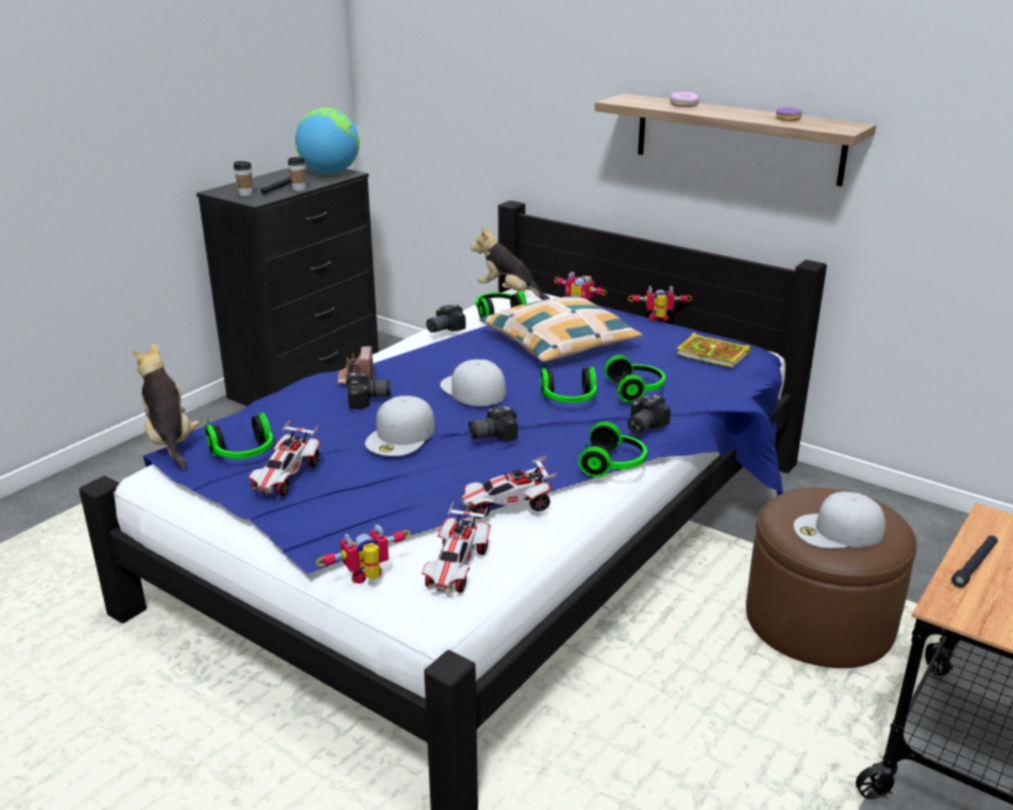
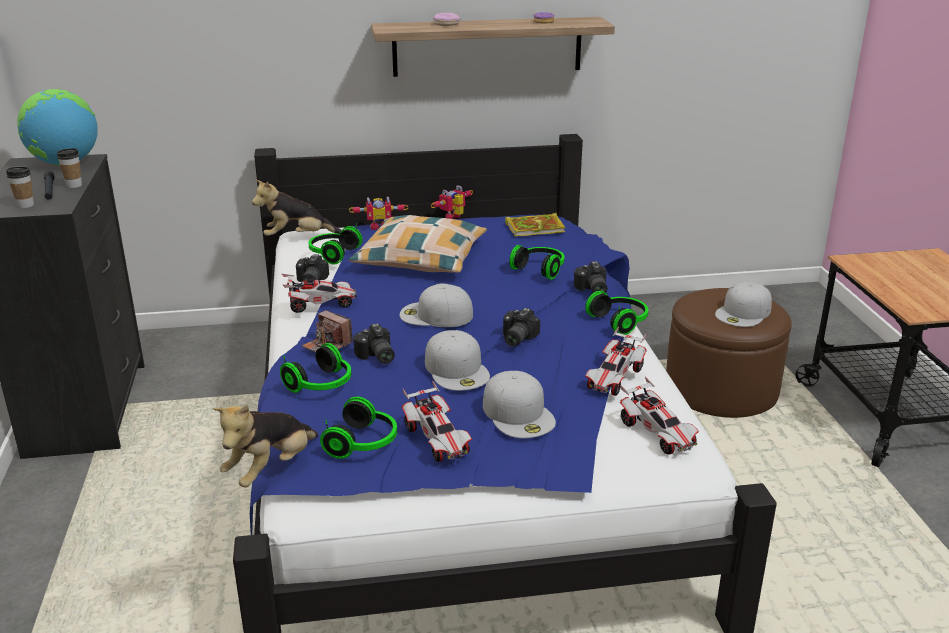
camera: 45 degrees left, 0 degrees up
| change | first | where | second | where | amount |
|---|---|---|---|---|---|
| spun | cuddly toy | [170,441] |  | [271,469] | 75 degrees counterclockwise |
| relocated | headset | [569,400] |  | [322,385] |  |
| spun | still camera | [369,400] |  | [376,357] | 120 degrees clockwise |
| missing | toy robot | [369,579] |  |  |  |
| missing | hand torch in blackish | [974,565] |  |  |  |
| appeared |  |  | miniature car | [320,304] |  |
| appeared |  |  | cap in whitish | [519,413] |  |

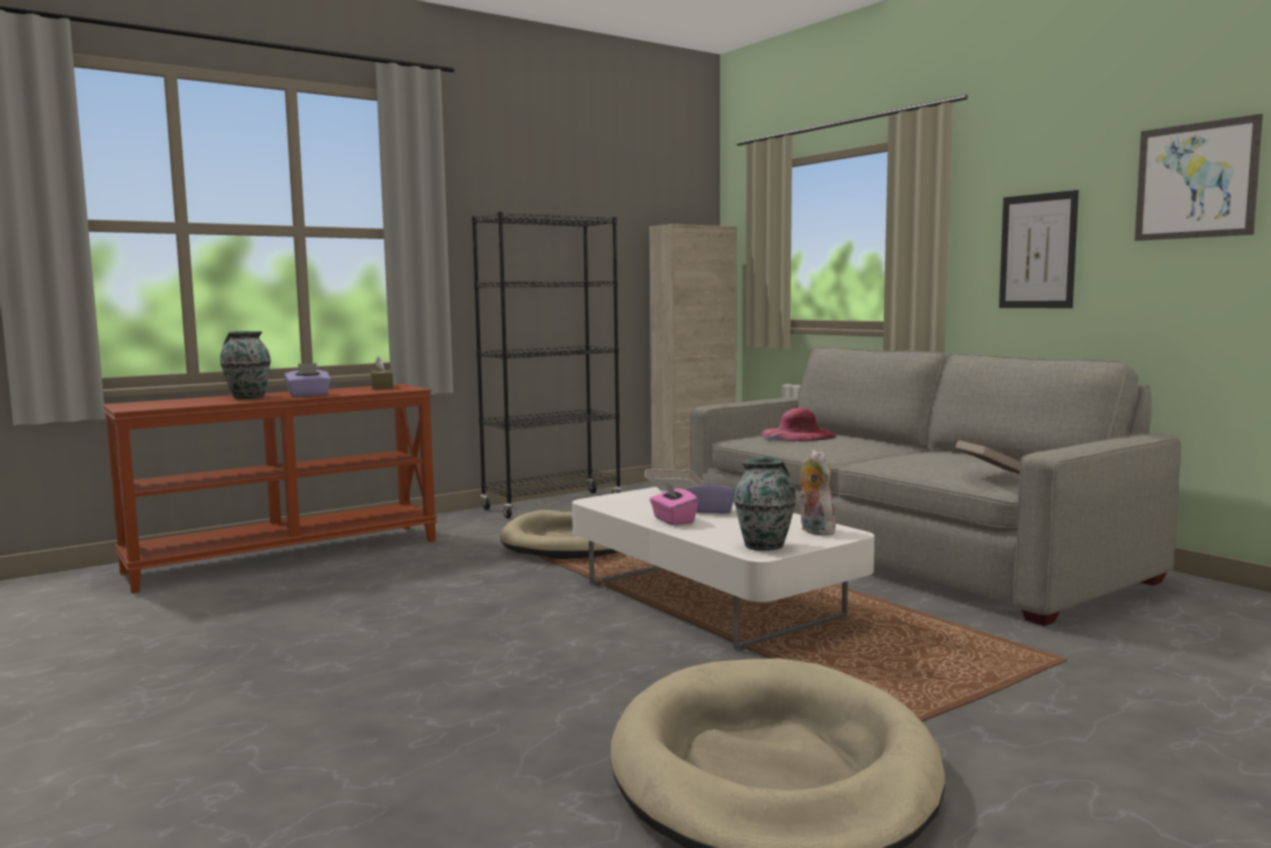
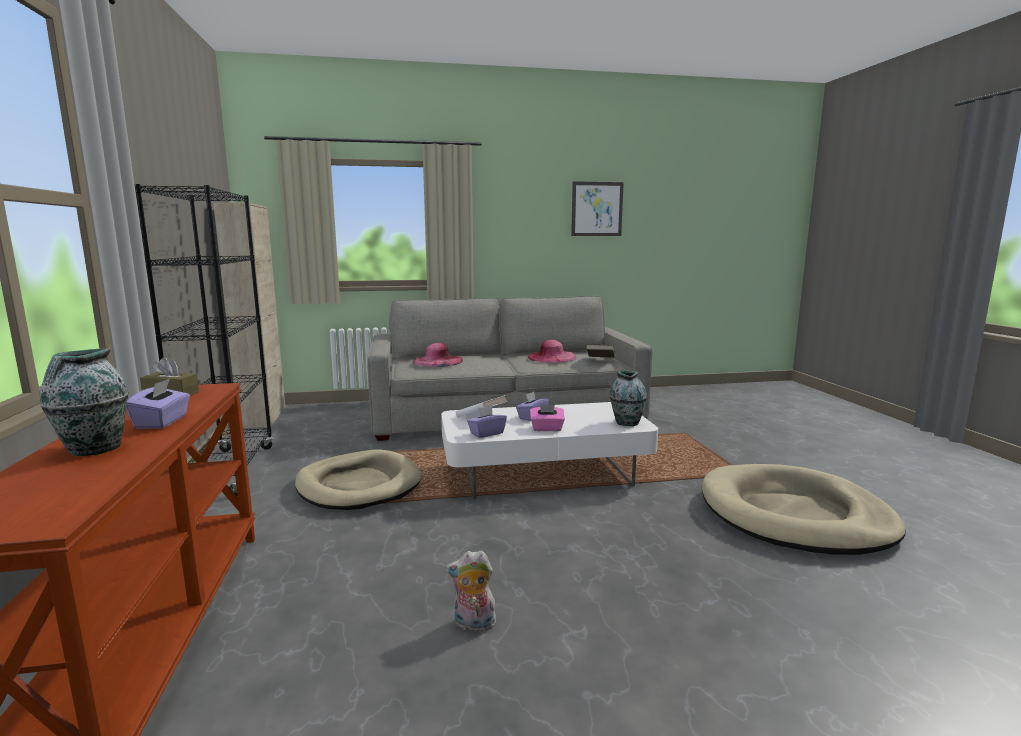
camera: 65 degrees left, 5 degrees up
| change | first | where | second | where | amount |
|---|---|---|---|---|---|
| missing | picture | [1037,251] |  |  |  |
| relocated | cuddly toy | [814,531] |  | [473,625] |  |
| appeared |  |  | wearable hat in pinkish | [551,357] |  |
| appeared |  |  | box of tissues in purplish | [486,433] |  |

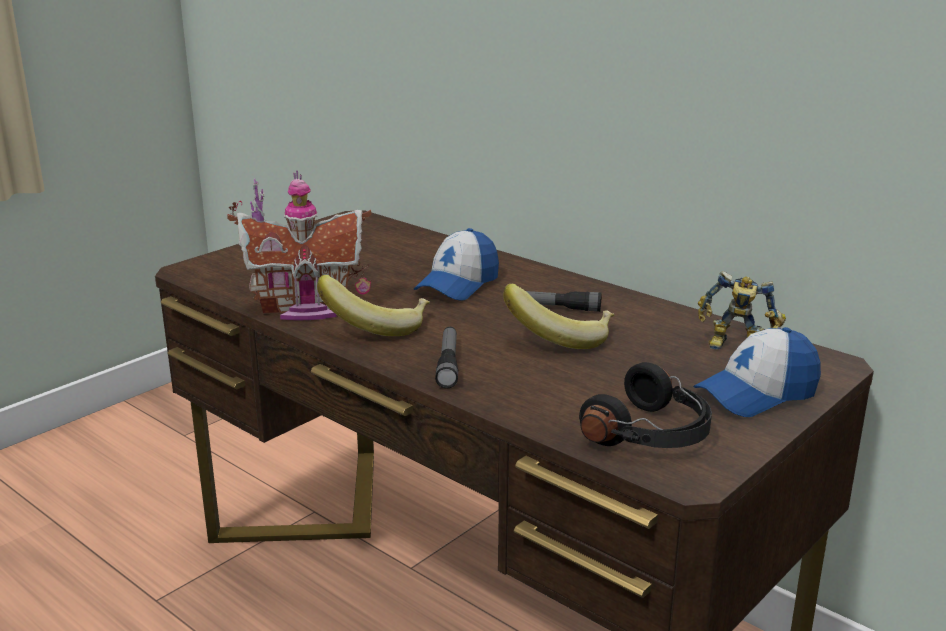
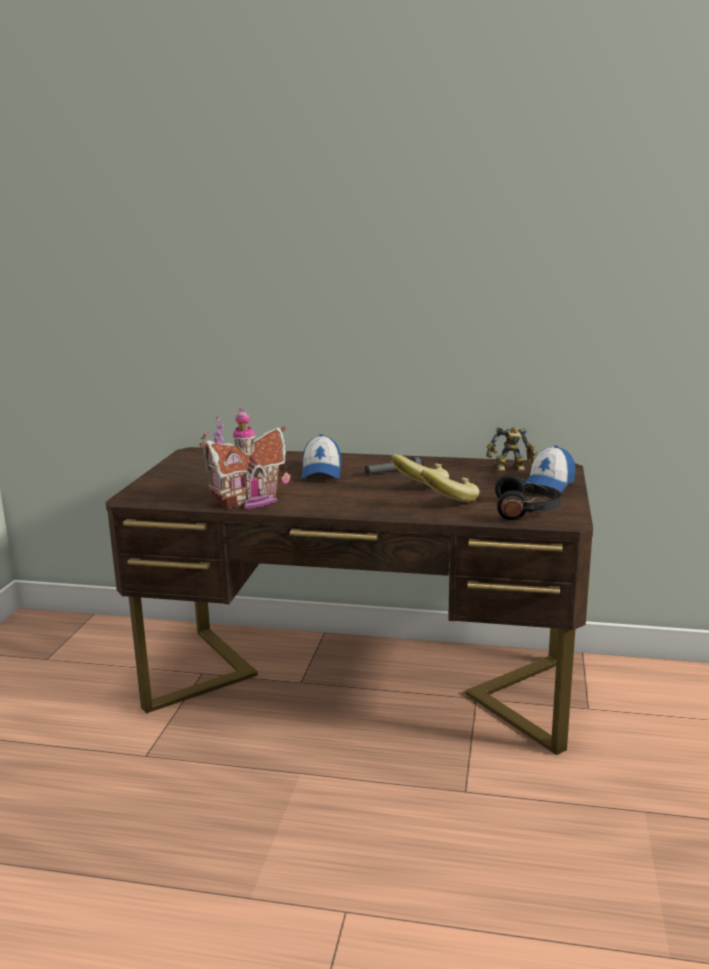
camera: 30 degrees left, 5 degrees down
| change | first | where | second | where | amount |
|---|---|---|---|---|---|
| relocated | whole banana | [377,327] |  | [449,500] |  |
| missing | hand torch | [448,364] |  |  |  |

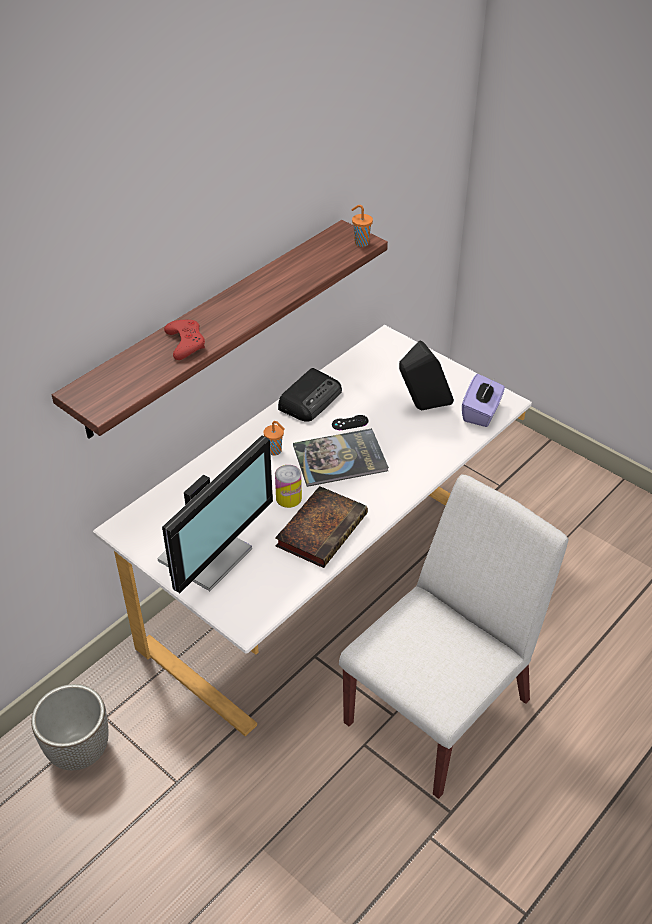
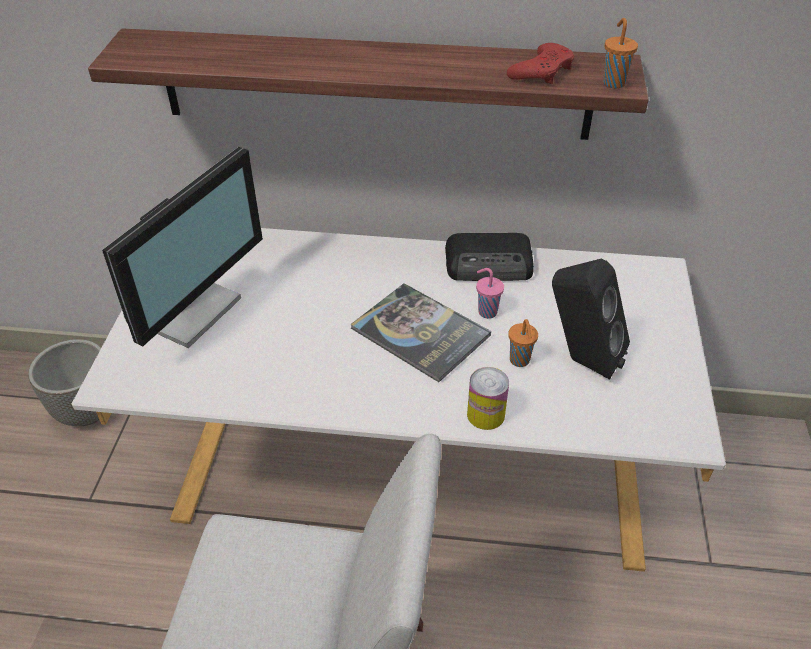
camera: 55 degrees right, 0 degrees up
| change | first | where | second | where | amount |
|---|---|---|---|---|---|
| relocated | gamepad in red-coloured | [185,343] |  | [542,71] |  |
| missing | box of tissues in purplish | [481,412] |  |  |  |
| exchanged | gamepad in blackish | [350,423] | cup in pinkish | [486,312] |  |
| relocated | cup in orange | [275,451] |  | [520,361] |  |
| spun | monitor | [209,556] |  | [188,309] | 60 degrees counterclockwise |
| relocated | can | [288,498] |  | [485,414] |  |
| missing | book | [322,529] |  |  |  |

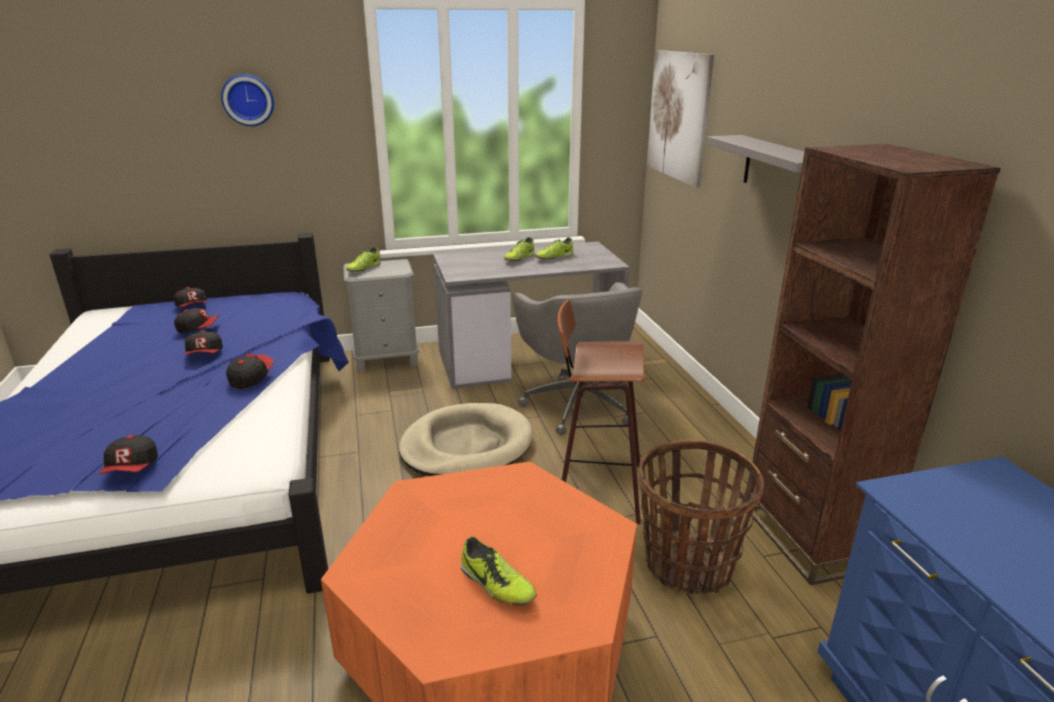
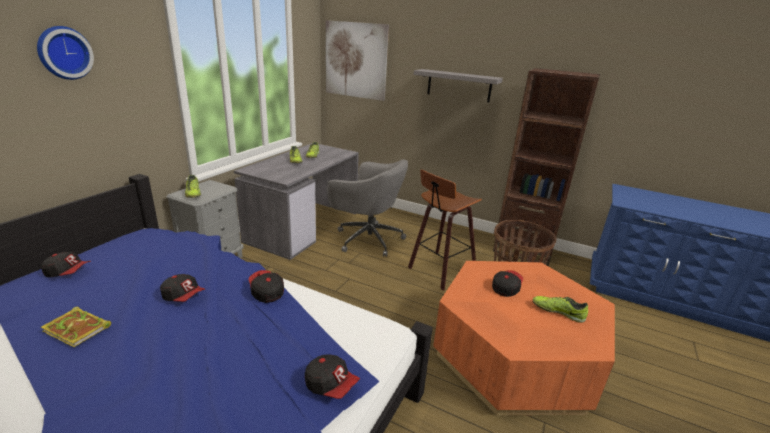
camera: 50 degrees left, 0 degrees up
| change | first | where | second | where | amount |
|---|---|---|---|---|---|
| relocated | cap | [199,329] |  | [506,287] |  |
| missing | pet bed in beige-coloured | [466,446] |  |  |  |
| spun | item of footwear | [496,585] |  | [558,312] | 150 degrees counterclockwise |
| appeared |  |  | book | [78,329] |  |

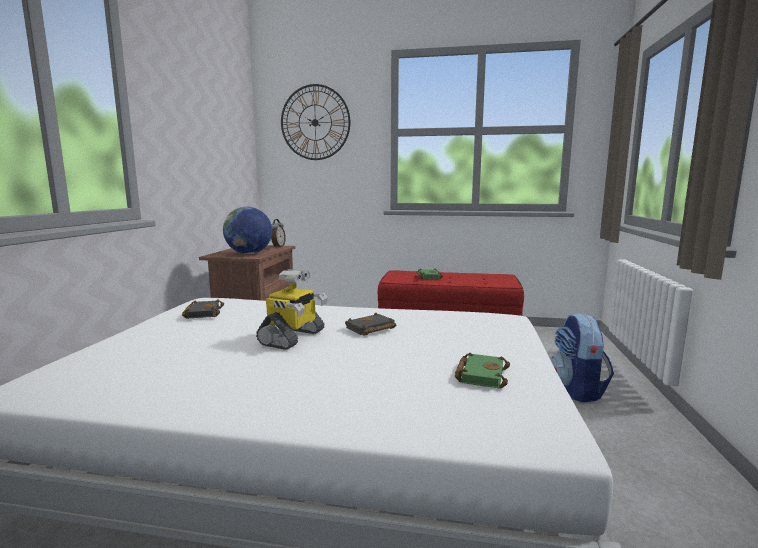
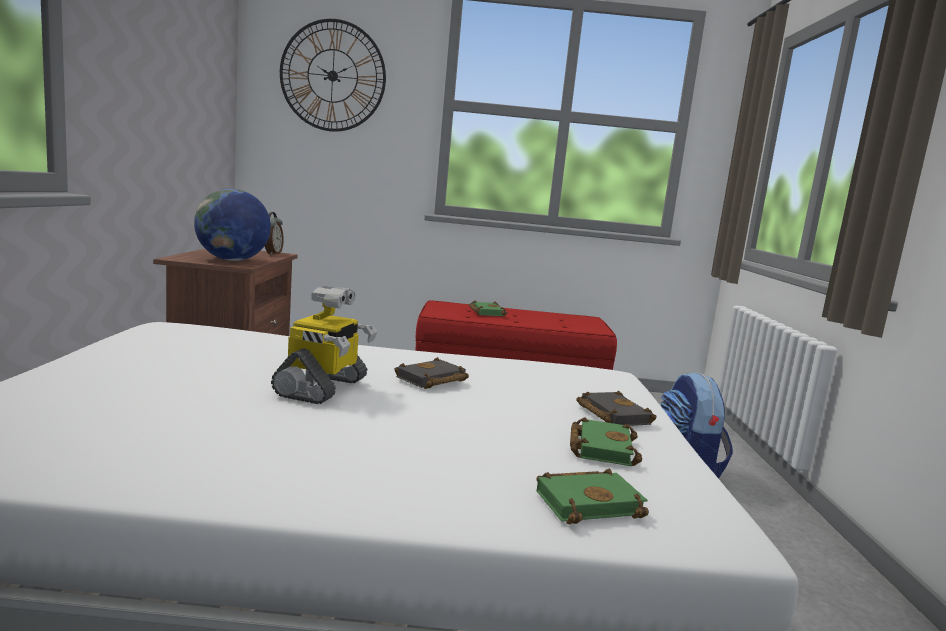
camera: 10 degrees left, 0 degrees up
| change | first | where | second | where | amount |
|---|---|---|---|---|---|
| relocated | book in blackish | [202,313] |  | [610,414] |  |
| appeared |  |  | book in green-coloured | [589,502] |  |

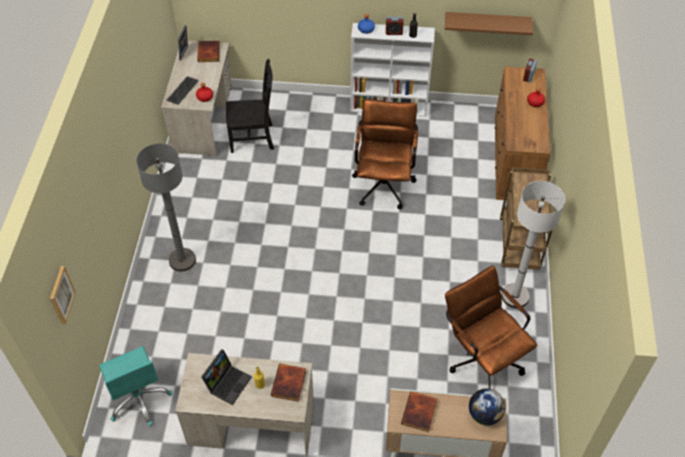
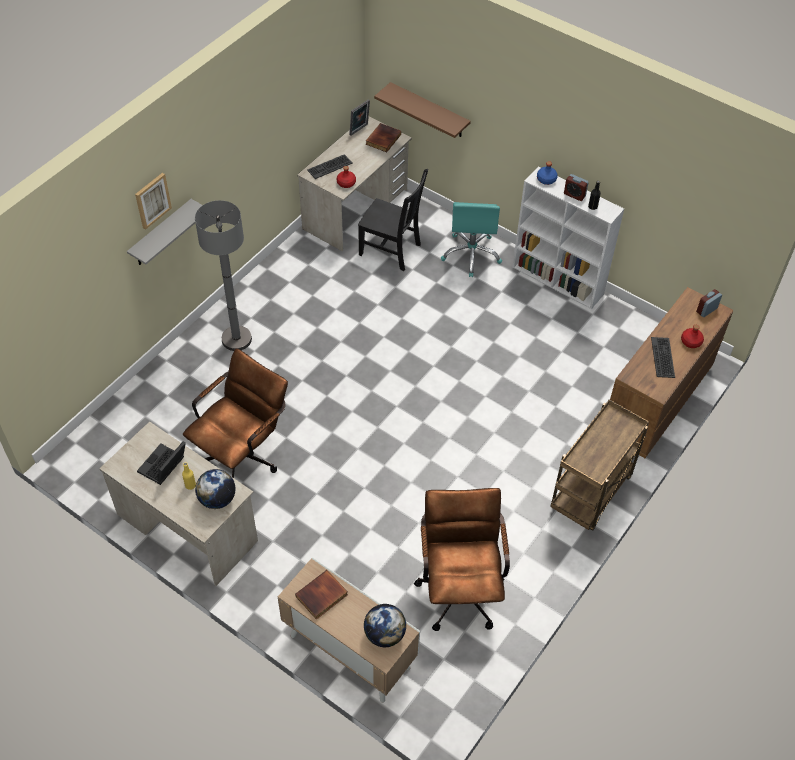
camera: 30 degrees right, 0 degrees up
| change | first | where | second | where | amount |
|---|---|---|---|---|---|
| relocated | shelf in brownish | [487,23] |  | [429,111] |  |
| relocated | computer chair in brownish | [384,182] |  | [243,454] |  |
| missing | standing lamp in whitish | [515,296] |  |  |  |
| relocated | picture | [61,295] |  | [152,200] |  |
| relocated | computer chair in blue-green | [139,398] |  | [471,254] |  |
| spun | notebook computer | [228,382] |  | [163,467] | 150 degrees clockwise |
| exchanged | book | [289,384] | globe | [217,499] |  |
| appeared |  |  | shelf in gray | [161,234] |  |
| appeared |  |  | computer keyboard | [663,357] |  |

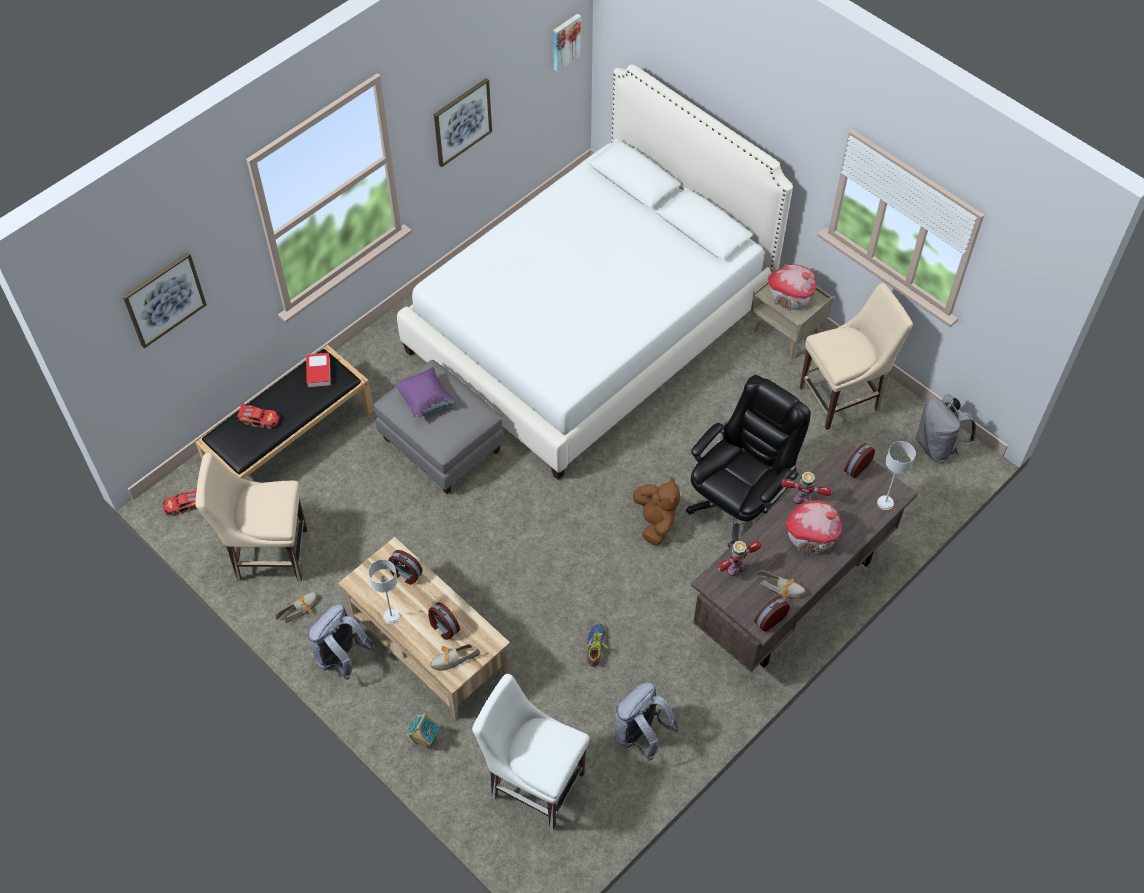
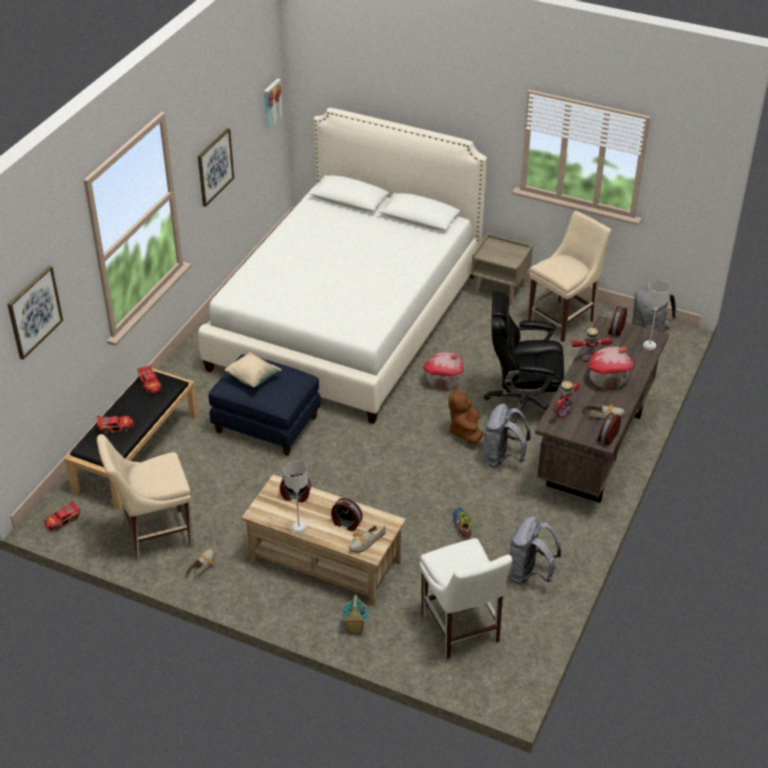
camera: 20 degrees left, 15 degrees down
| change | first | where | second | where | amount |
|---|---|---|---|---|---|
| relocated | miniature house | [790,297] |  | [443,381] |  |
| exchanged | book | [318,372] | miniature car | [150,384] |  |
| colour | ottoman in gray | [442,444] | ottoman in blue | [267,424] |  |
| colour | pillow in purplish | [426,401] | pillow in beige-coloured | [253,378] |  |
| spun | computer chair in blackish | [739,504] |  | [523,403] | 105 degrees counterclockwise |
| spun | cuddly toy in brownish | [655,522] |  | [465,431] | 150 degrees counterclockwise |
| relocated | rucksack in gray | [342,658] |  | [502,458] |  |
| spun | chair in whitish | [534,782] |  | [461,631] | 120 degrees counterclockwise |

